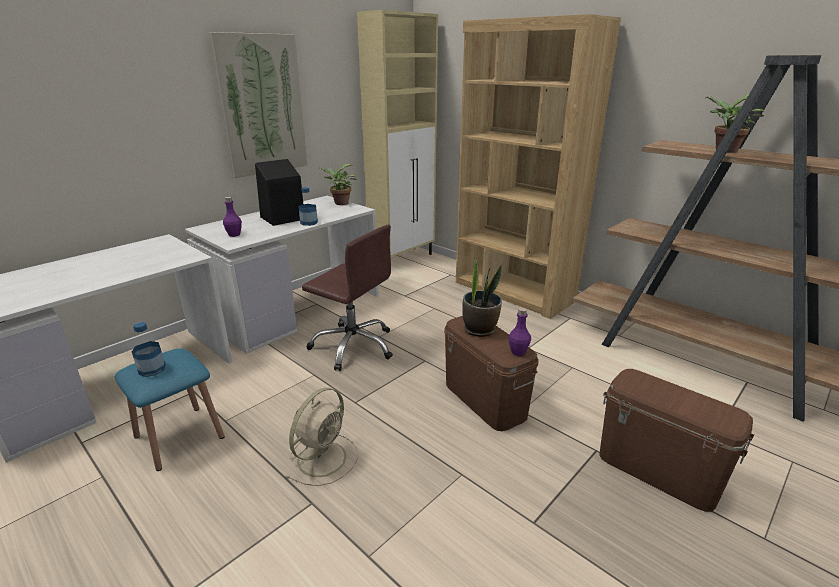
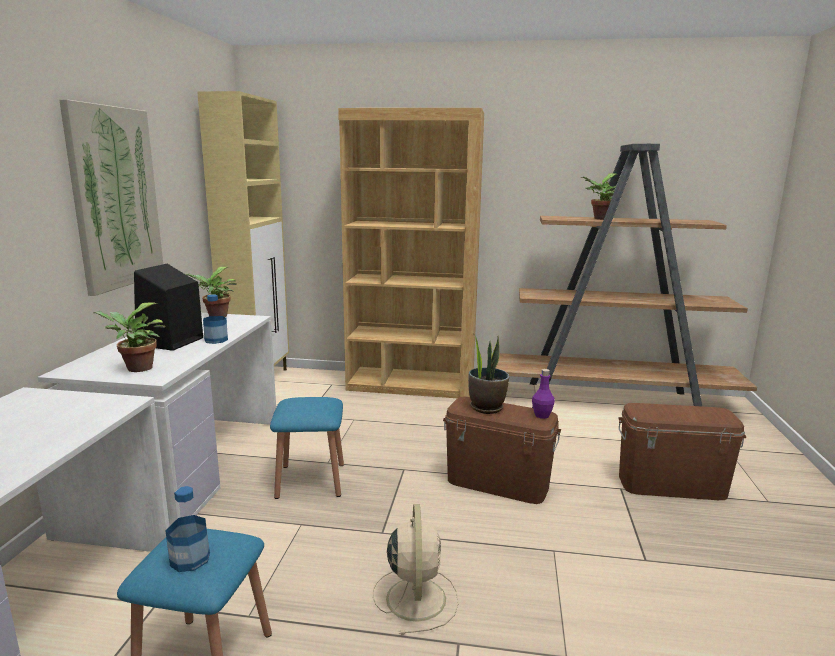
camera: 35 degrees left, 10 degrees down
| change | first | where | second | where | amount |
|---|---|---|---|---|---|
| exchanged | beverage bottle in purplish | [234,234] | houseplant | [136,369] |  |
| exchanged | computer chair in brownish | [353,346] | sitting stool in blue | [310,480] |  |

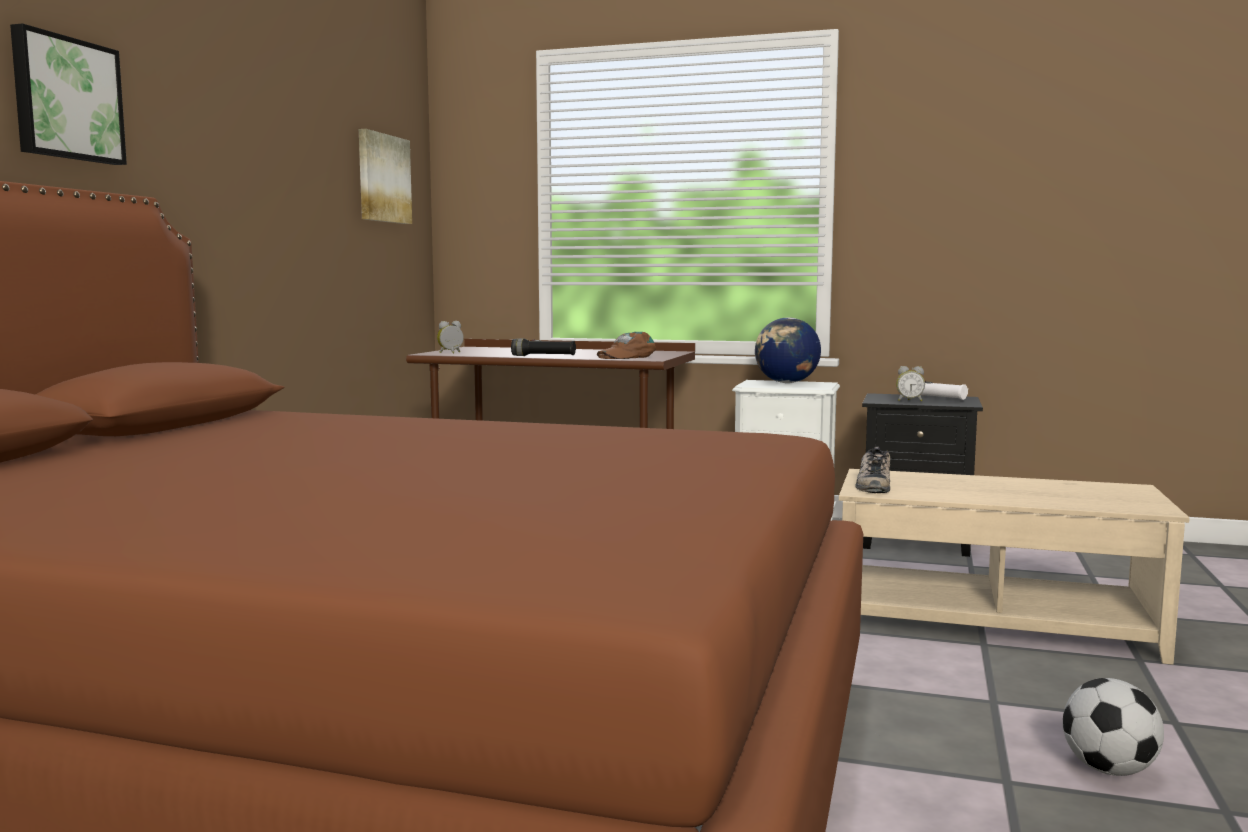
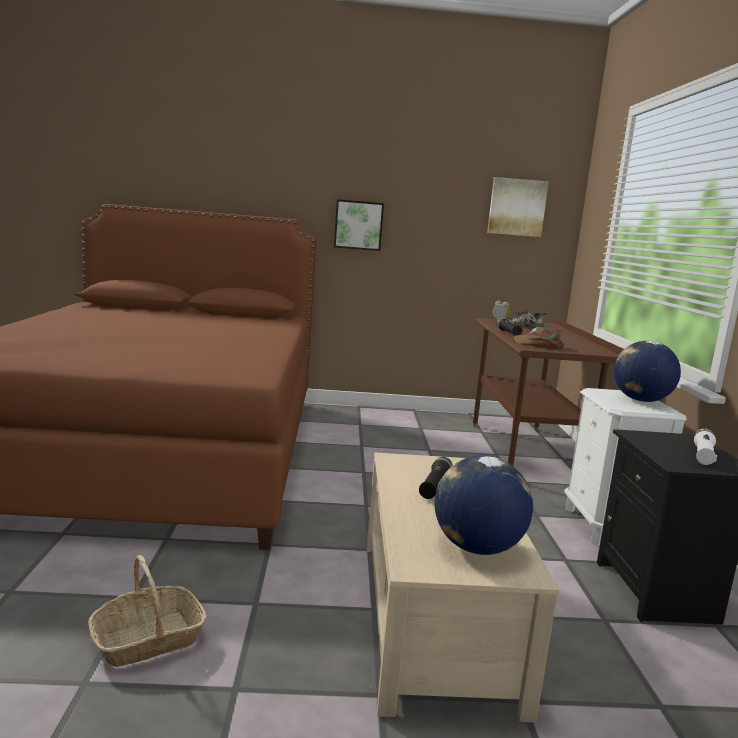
camera: 70 degrees right, 5 degrees up
| change | first | where | second | where | amount |
|---|---|---|---|---|---|
| relocated | picture | [66,99] |  | [358,225] |  |
| missing | table clock | [909,400] |  |  |  |
| relocated | item of footwear | [872,484] |  | [522,326] |  |
| exchanged | football ball | [1109,770] | household basket | [148,640] |  |
| appeared |  |  | globe | [476,548] |  |
| appeared |  |  | hand torch in blackish | [435,486] |  |

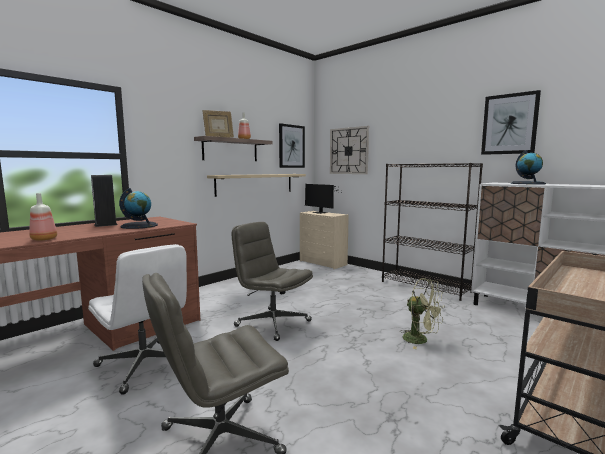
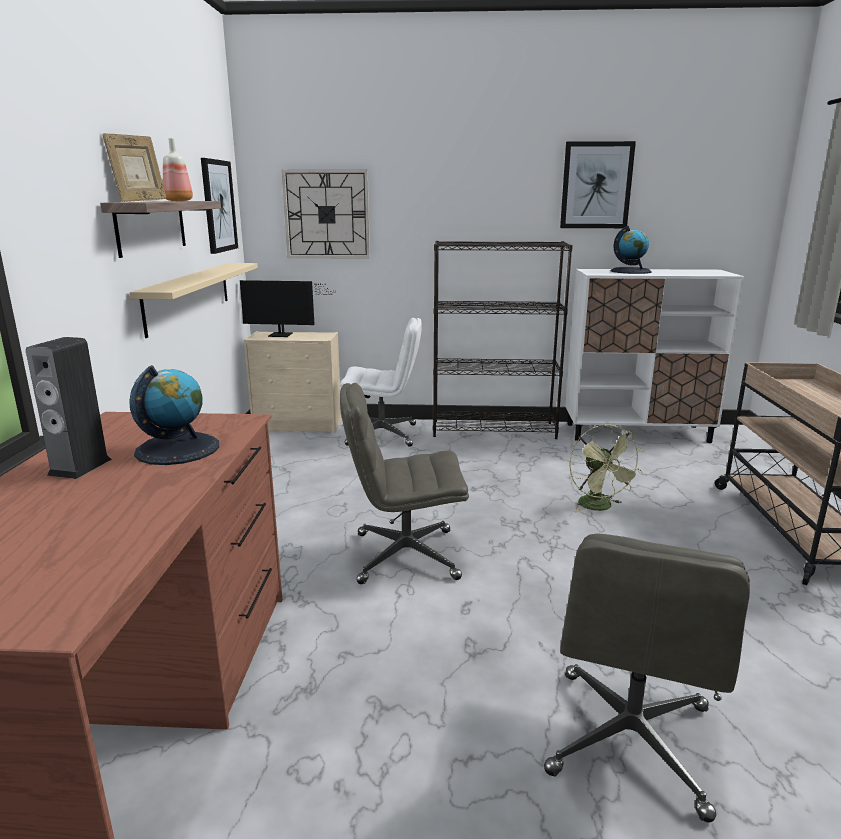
camera: 40 degrees left, 10 degrees up
| change | first | where | second | where | amount |
|---|---|---|---|---|---|
| missing | beverage bottle | [44,239] |  |  |  |
| relocated | computer chair in whitish | [145,365] |  | [383,434] |  |
| spun | fan in green-coloured | [421,340] |  | [600,507] | 75 degrees clockwise |

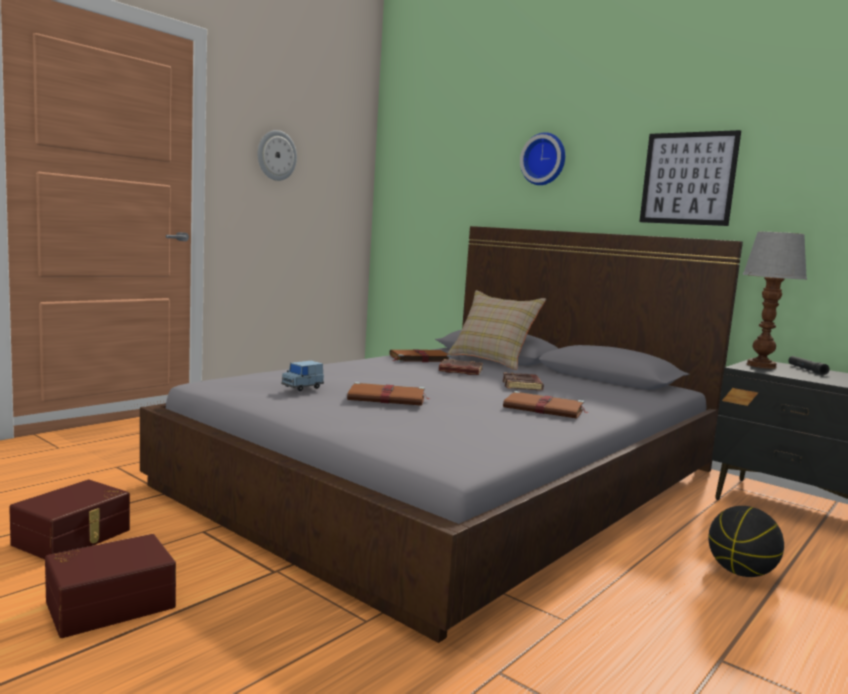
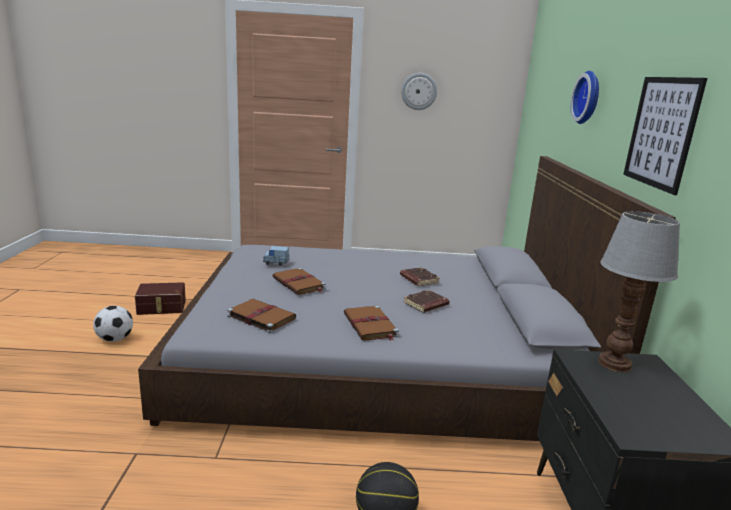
camera: 50 degrees right, 10 degrees up
| change | first | where | second | where | amount |
|---|---|---|---|---|---|
| missing | pillow in beige-coloured | [492,360] |  |  |  |
| relocated | book in brownish | [418,358] |  | [260,317] |  |
| missing | hand torch in blackish | [806,370] |  |  |  |
| exchanged | storage container in brownish | [110,603] | football ball | [115,339] |  |

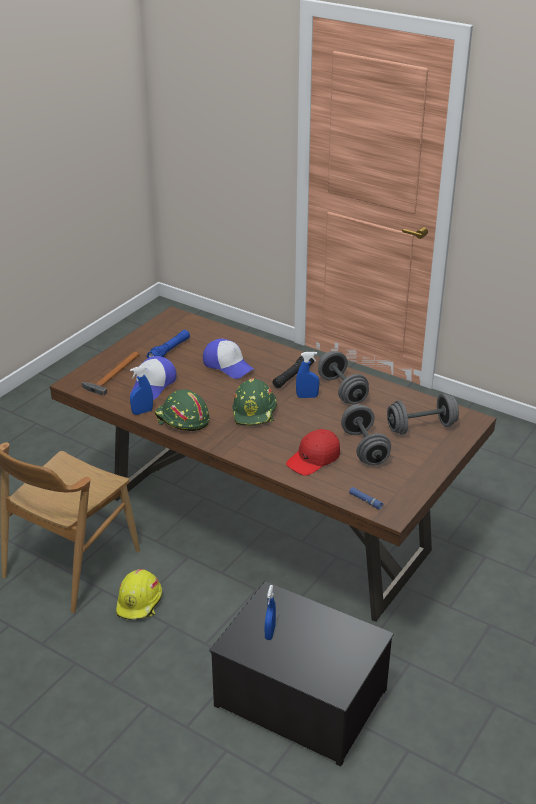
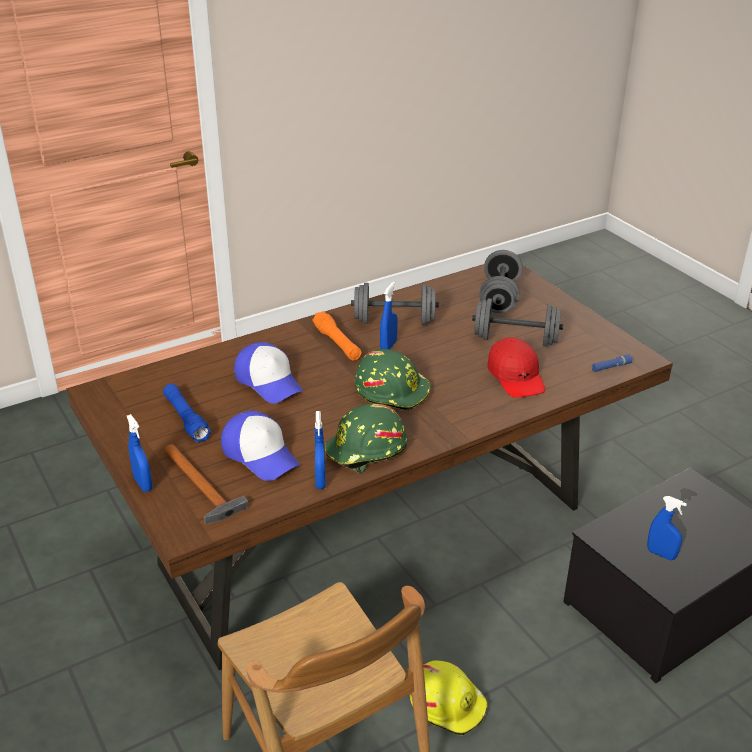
camera: 65 degrees left, 0 degrees up
| change | first | where | second | where | amount |
|---|---|---|---|---|---|
| spun | cap | [228,365] |  | [269,381] | 75 degrees clockwise |
| colour | hand torch in blackish | [293,376] | hand torch in orange | [337,343] |  |
| appeared |  |  | sprayer in blue | [143,484] |  |

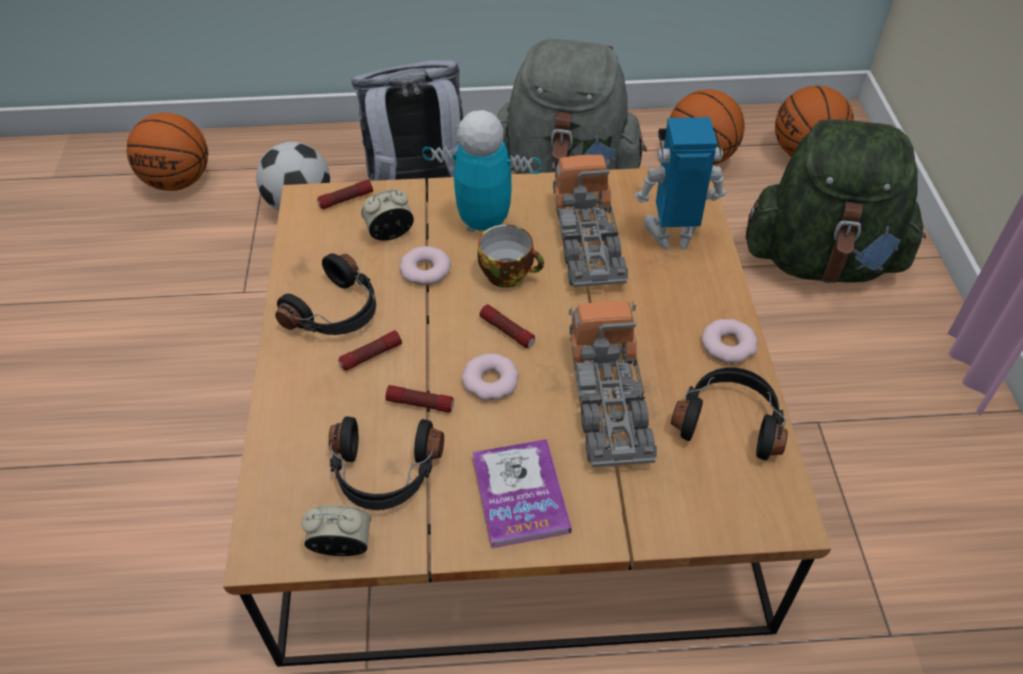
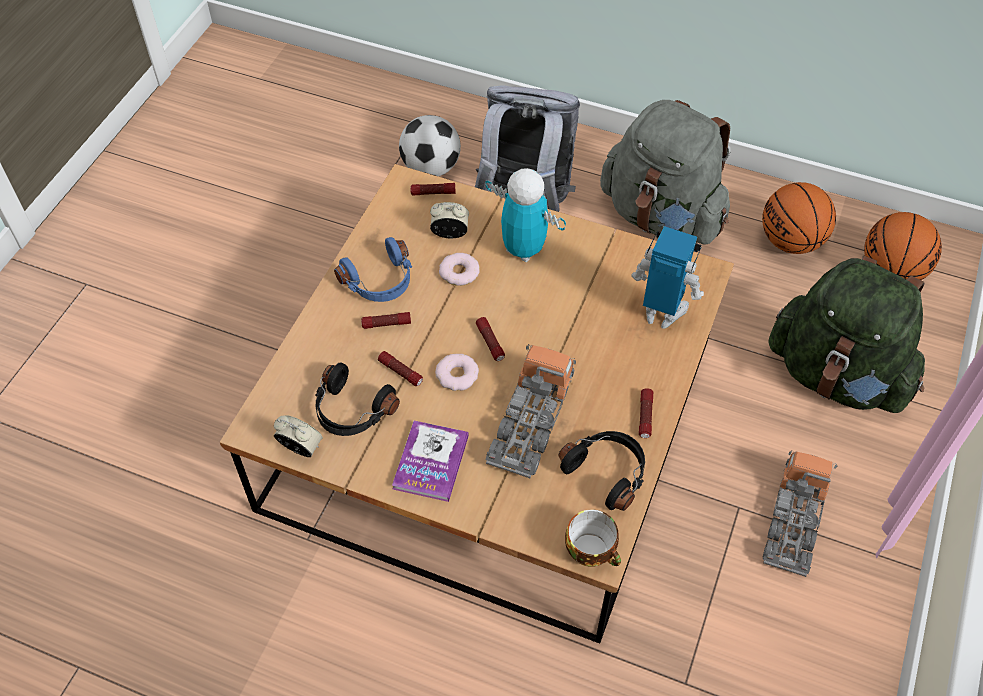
camera: 25 degrees right, 5 degrees up
| change | first | where | second | where | amount |
|---|---|---|---|---|---|
| missing | basketball ball | [178,181] |  |  |  |
| relocated | model truck | [587,241] |  | [793,521] |  |
| relocated | cup | [509,274] |  | [593,551] |  |
| colour | headset in blackish | [337,312] | headset in blue | [380,282] |  |
| exchanged | donut | [728,345] | hand torch | [645,417] |  |

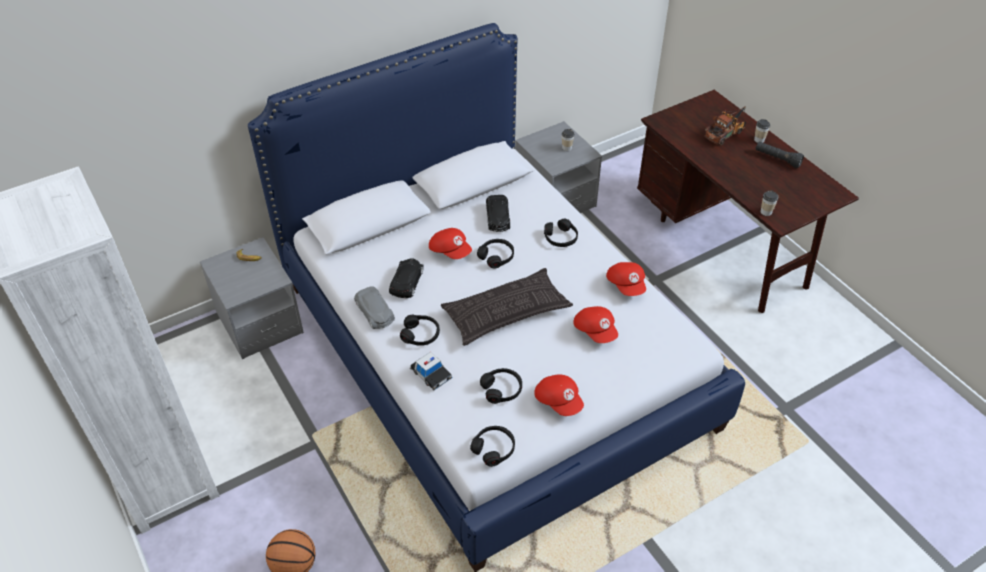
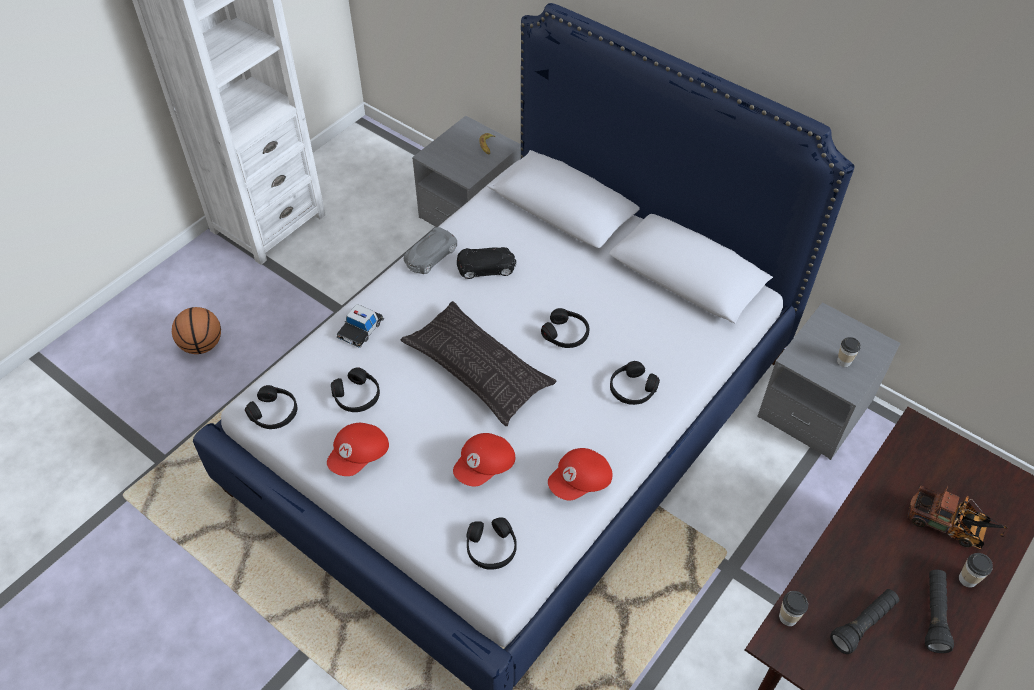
camera: 70 degrees right, 5 degrees up
| change | first | where | second | where | amount |
|---|---|---|---|---|---|
| missing | miniature car in blackish | [498,218] |  |  |  |
| missing | cap in red-coloured | [450,251] |  |  |  |
| relocated | headset in blackish | [420,334] |  | [491,548] |  |
| appeared |  |  | hand torch in blackish | [863,624] |  |

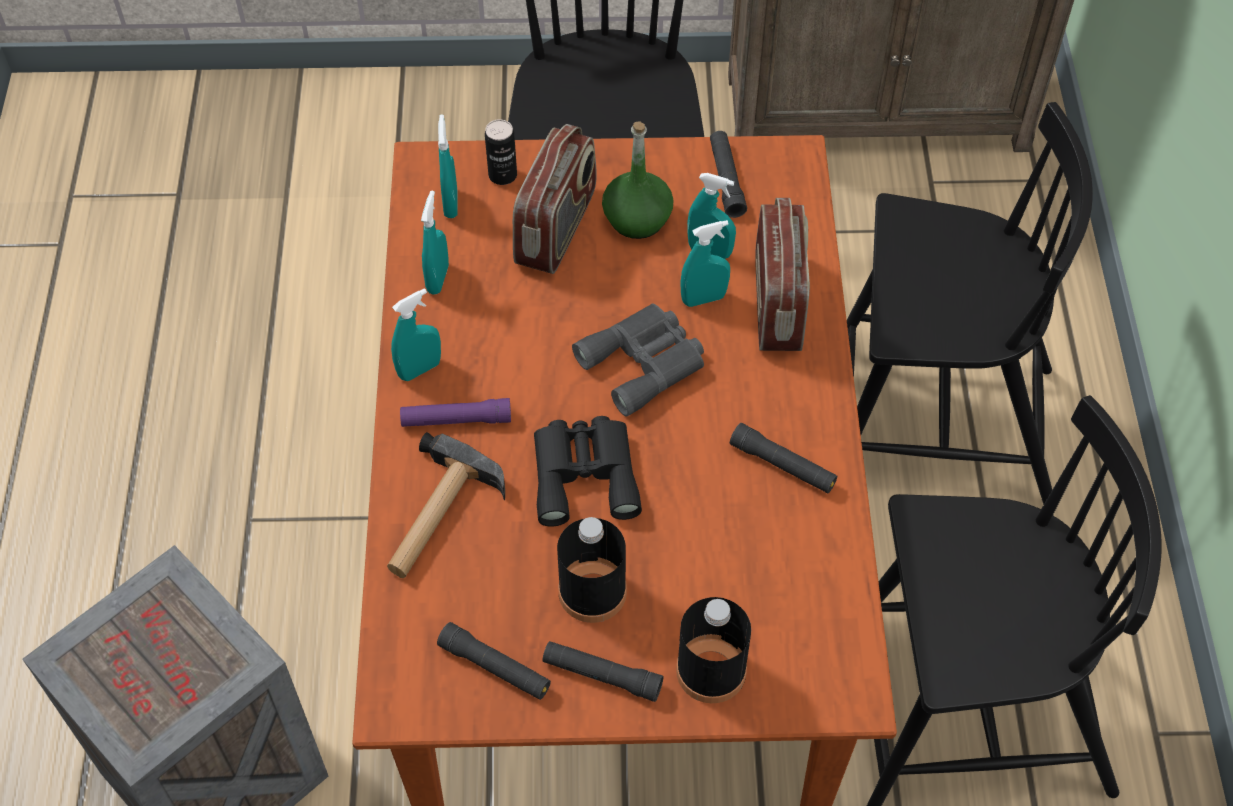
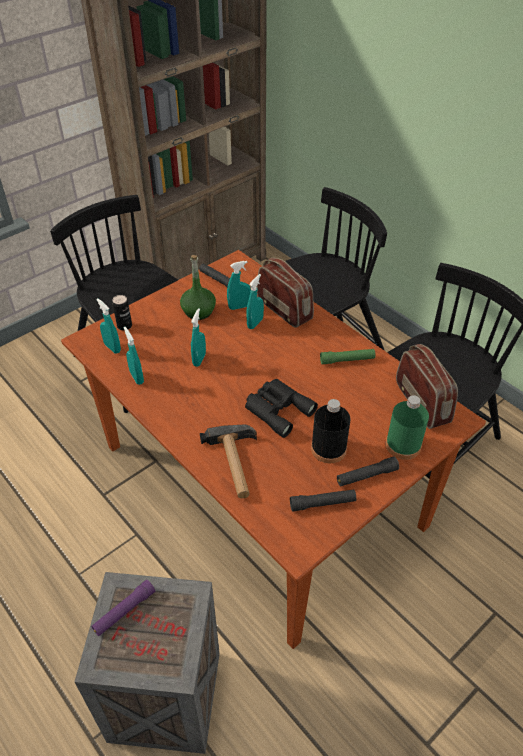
camera: 40 degrees left, 10 degrees down
| change | first | where | second | where | amount |
|---|---|---|---|---|---|
| relocated | radio | [557,228] |  | [422,403] |  |
| relocated | sprayer in blue-green | [420,369] |  | [199,359] |  |
| missing | pair of binoculars in gray | [645,362] |  |  |  |
| relocated | hand torch in purplish | [456,420] |  | [124,611] |  |
| colour | hand torch in blackish | [783,465] | hand torch in green-coloured | [347,360] |  |
| colour | beverage bottle in blackish | [711,670] | beverage bottle in green-coloured | [403,445] |  |

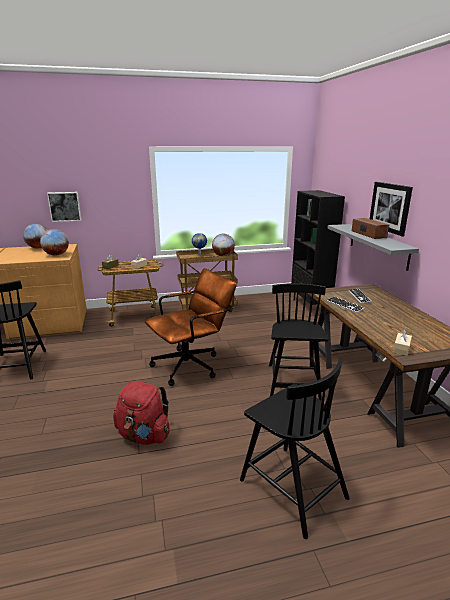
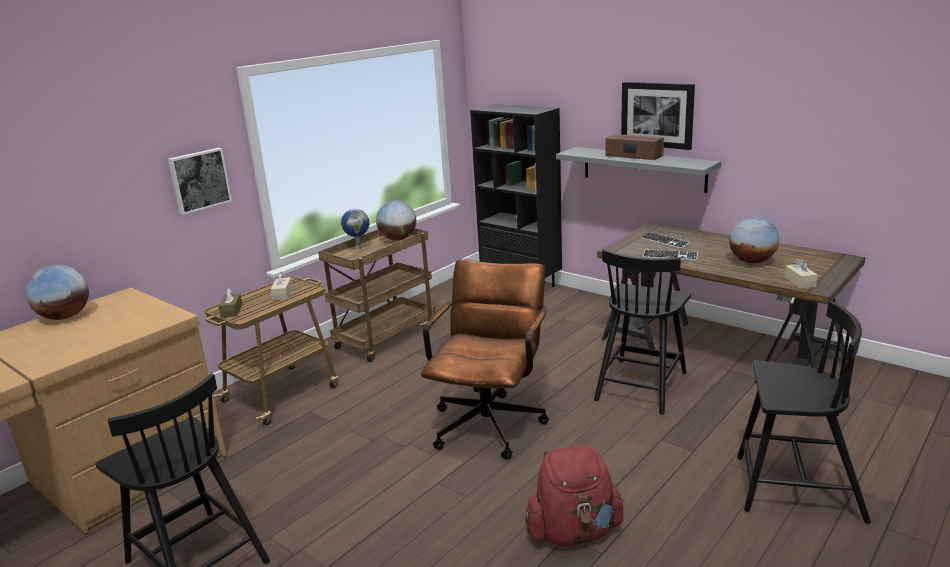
camera: 35 degrees left, 0 degrees up
| change | first | where | second | where | amount |
|---|---|---|---|---|---|
| relocated | picture | [64,206] |  | [199,180] |  |
| relocated | globe | [56,255] |  | [751,261] |  |
| spun | chair in blackish | [293,382] |  | [641,385] | 120 degrees counterclockwise |

